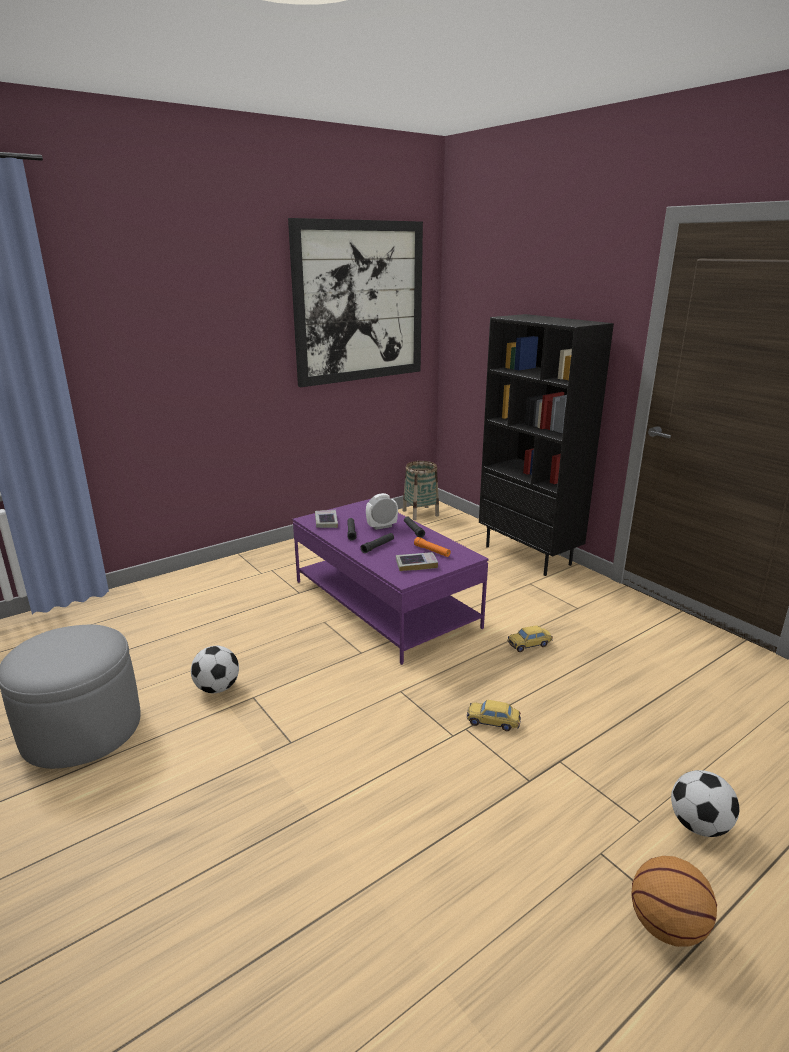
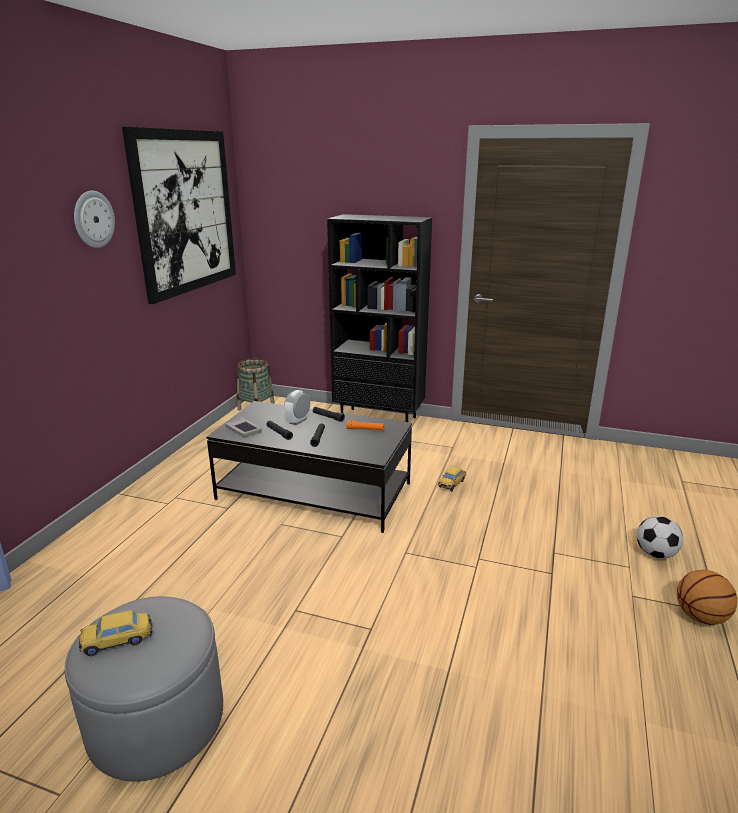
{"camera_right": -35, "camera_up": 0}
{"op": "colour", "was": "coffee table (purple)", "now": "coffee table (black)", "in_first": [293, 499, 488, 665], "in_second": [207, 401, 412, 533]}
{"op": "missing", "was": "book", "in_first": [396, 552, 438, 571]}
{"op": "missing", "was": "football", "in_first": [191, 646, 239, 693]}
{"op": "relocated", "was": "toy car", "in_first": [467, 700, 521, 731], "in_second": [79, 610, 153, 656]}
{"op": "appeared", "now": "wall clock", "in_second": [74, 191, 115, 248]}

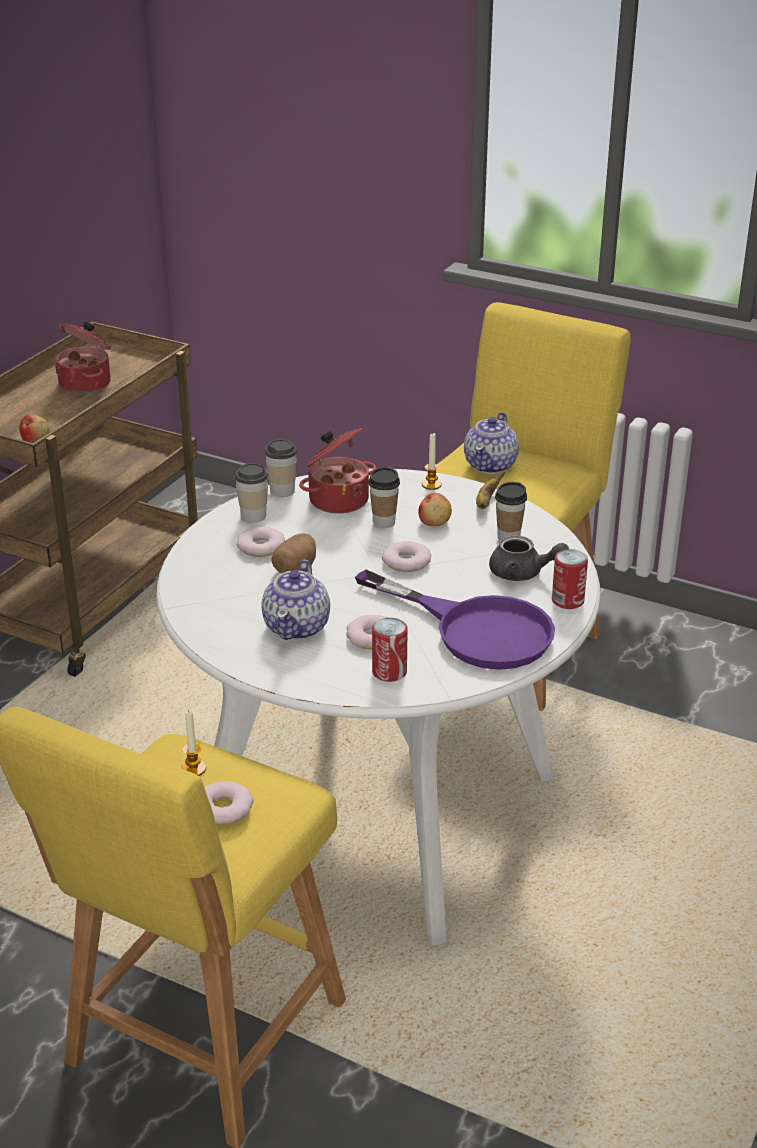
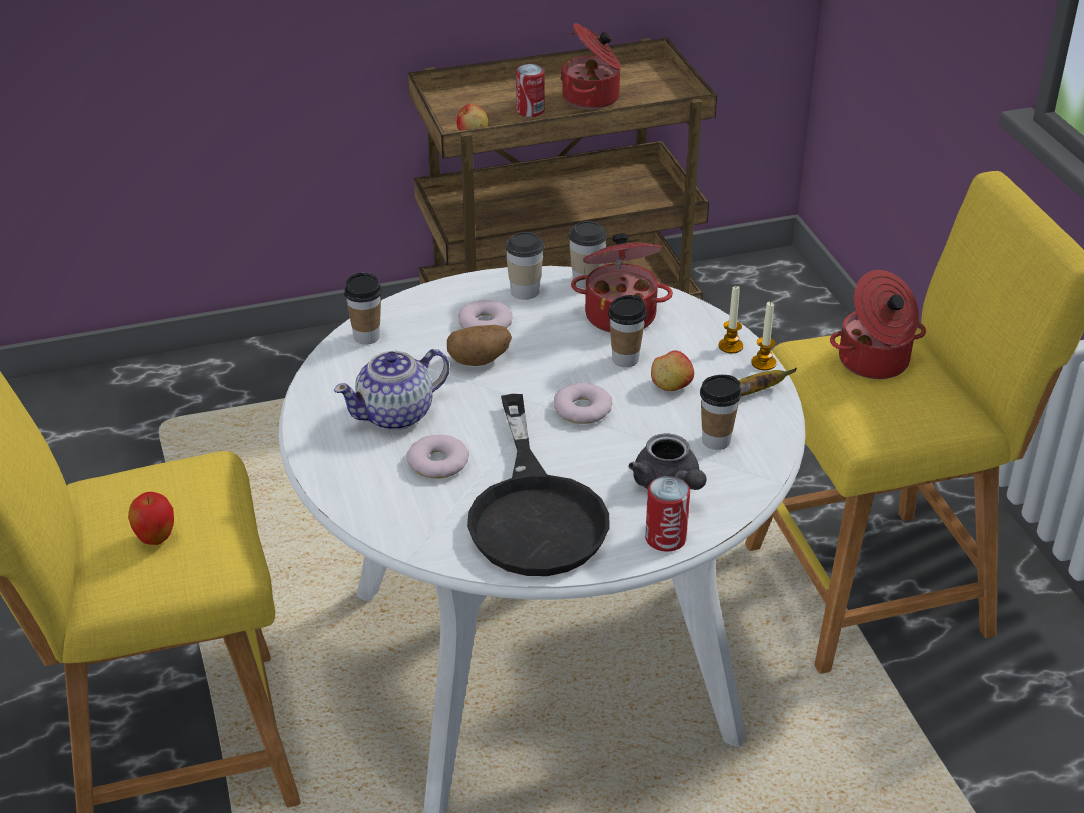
{"camera_right": 45, "camera_up": 5}
{"op": "exchanged", "was": "teapot", "now": "cooking pot", "in_first": [464, 412, 519, 474], "in_second": [830, 270, 926, 379]}
{"op": "colour", "was": "frying pan (purple)", "now": "frying pan (black)", "in_first": [355, 570, 555, 670], "in_second": [467, 394, 610, 576]}
{"op": "relocated", "was": "can", "in_first": [372, 618, 408, 682], "in_second": [516, 64, 545, 117]}
{"op": "relocated", "was": "candle", "in_first": [181, 710, 206, 776], "in_second": [751, 301, 777, 371]}
{"op": "exchanged", "was": "donut", "now": "apple", "in_first": [205, 781, 253, 825], "in_second": [128, 492, 174, 545]}
{"op": "appeared", "now": "cup", "in_second": [344, 273, 382, 345]}

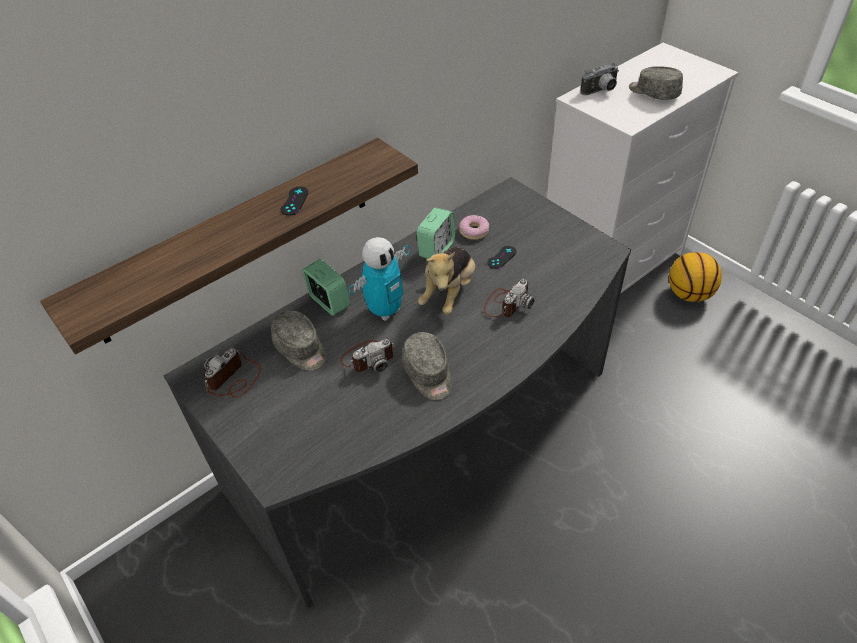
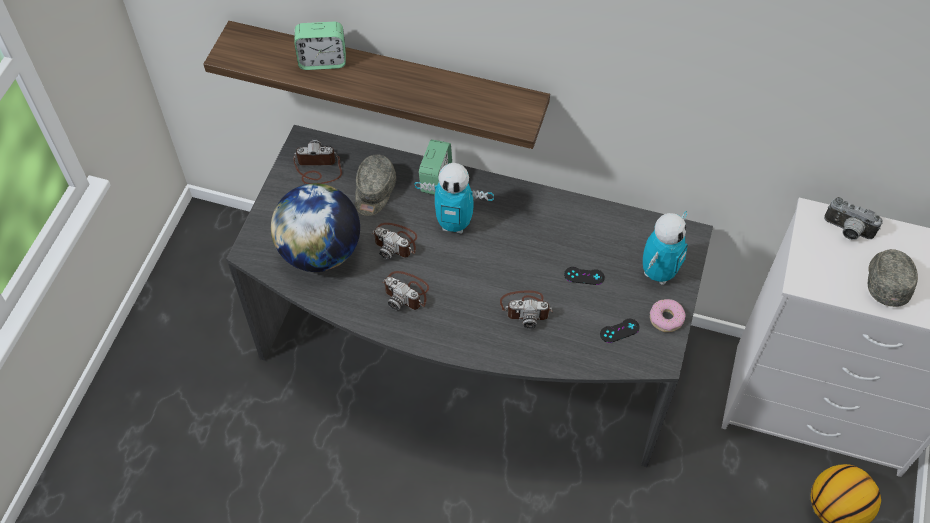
{"camera_right": 55, "camera_up": 10}
{"op": "relocated", "was": "game controller (black)", "in_first": [280, 187, 309, 216], "in_second": [600, 319, 640, 343]}
{"op": "relocated", "was": "alarm clock", "in_first": [417, 208, 455, 259], "in_second": [294, 22, 346, 70]}
{"op": "relocated", "was": "donut", "in_first": [459, 215, 489, 240], "in_second": [650, 299, 686, 332]}
{"op": "missing", "was": "plush toy", "in_first": [418, 247, 475, 314]}
{"op": "exchanged", "was": "cap (grey)", "now": "photo camera", "in_first": [402, 332, 452, 400], "in_second": [382, 271, 429, 310]}
{"op": "appeared", "now": "globe", "in_second": [271, 183, 360, 272]}
{"op": "appeared", "now": "toy robot", "in_second": [643, 211, 688, 285]}

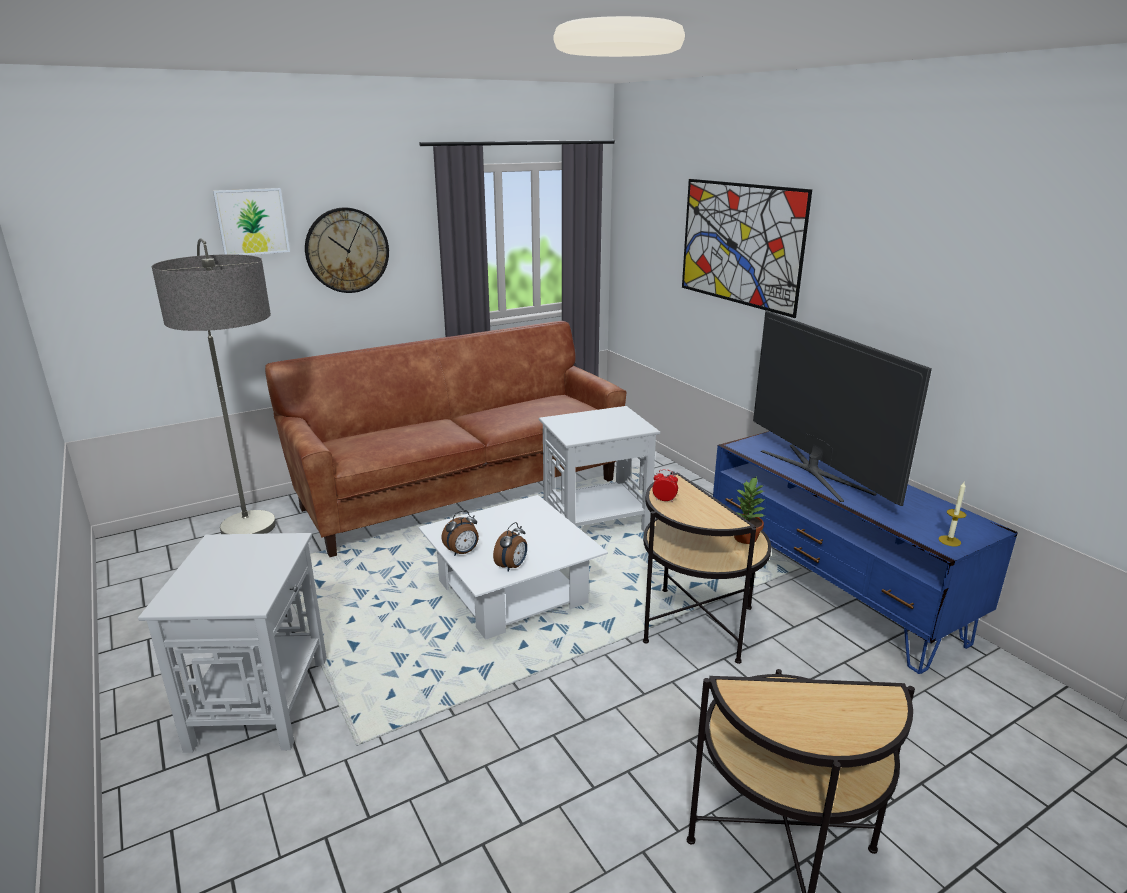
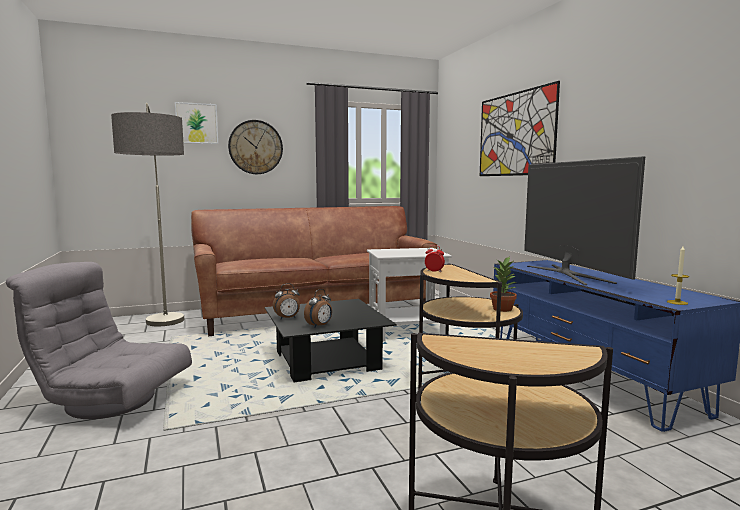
{"camera_right": 10, "camera_up": -15}
{"op": "colour", "was": "coffee table (white)", "now": "coffee table (black)", "in_first": [418, 495, 608, 640], "in_second": [265, 299, 397, 382]}
{"op": "exchanged", "was": "side table (white)", "now": "armchair (grey)", "in_first": [138, 533, 327, 753], "in_second": [6, 262, 192, 419]}

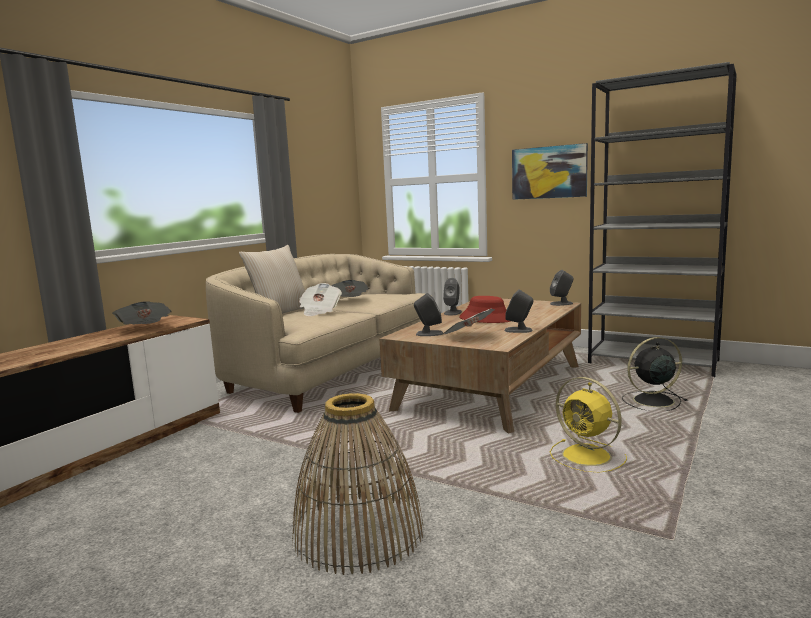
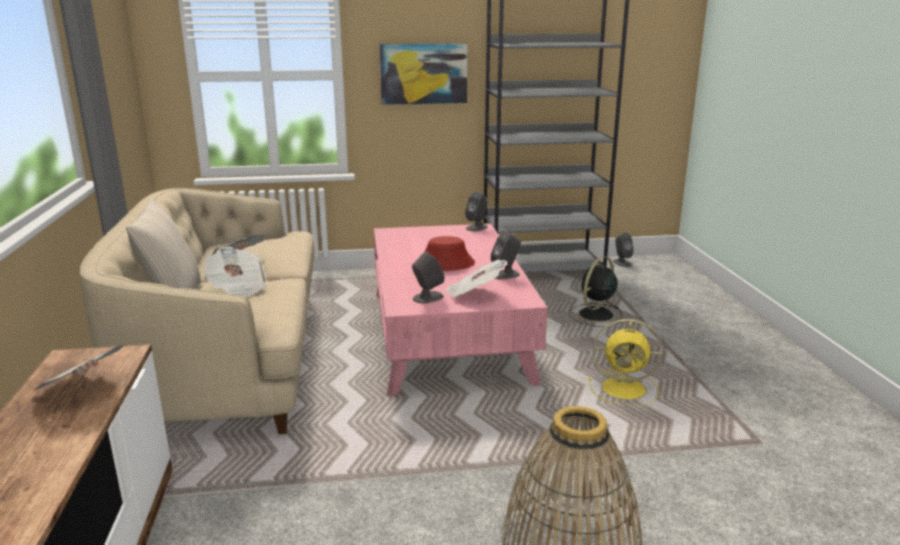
{"camera_right": -40, "camera_up": 10}
{"op": "relocated", "was": "speaker (grey)", "in_first": [443, 278, 462, 315], "in_second": [613, 233, 634, 267]}
{"op": "colour", "was": "coffee table (brown)", "now": "coffee table (pink)", "in_first": [380, 299, 581, 434], "in_second": [374, 224, 548, 397]}

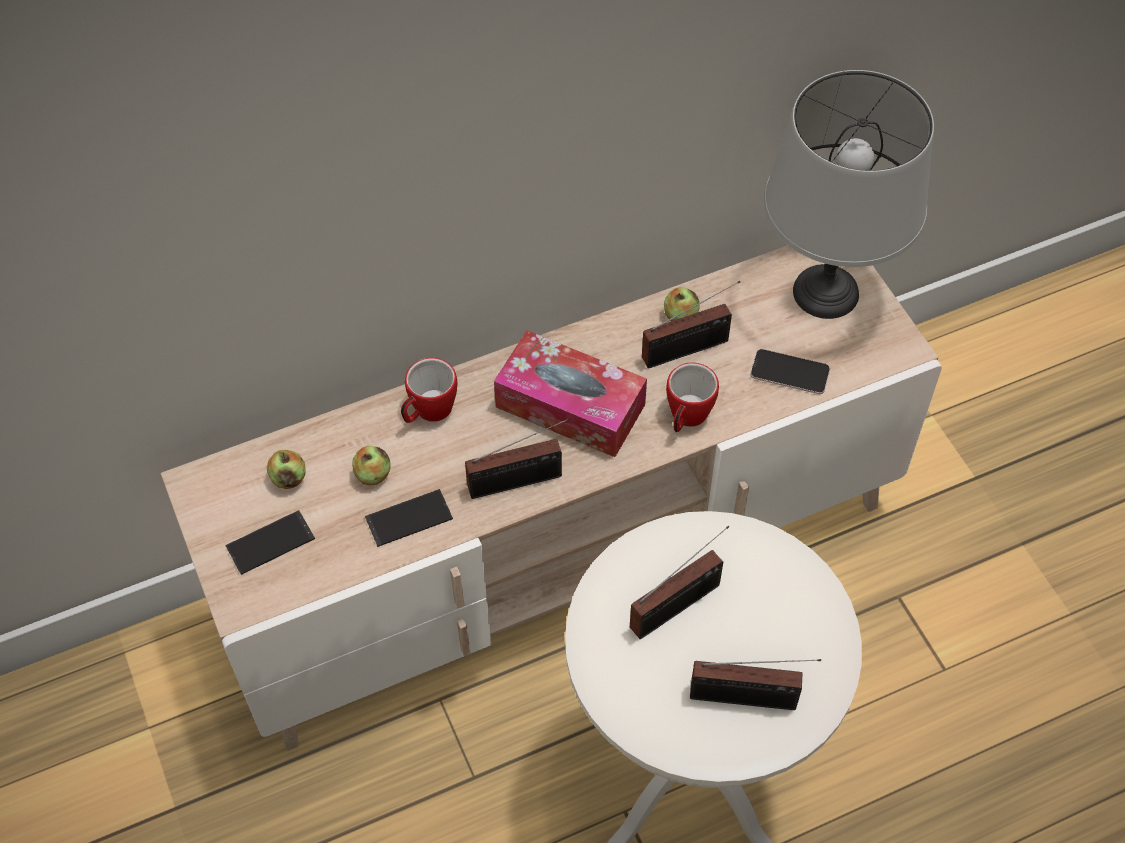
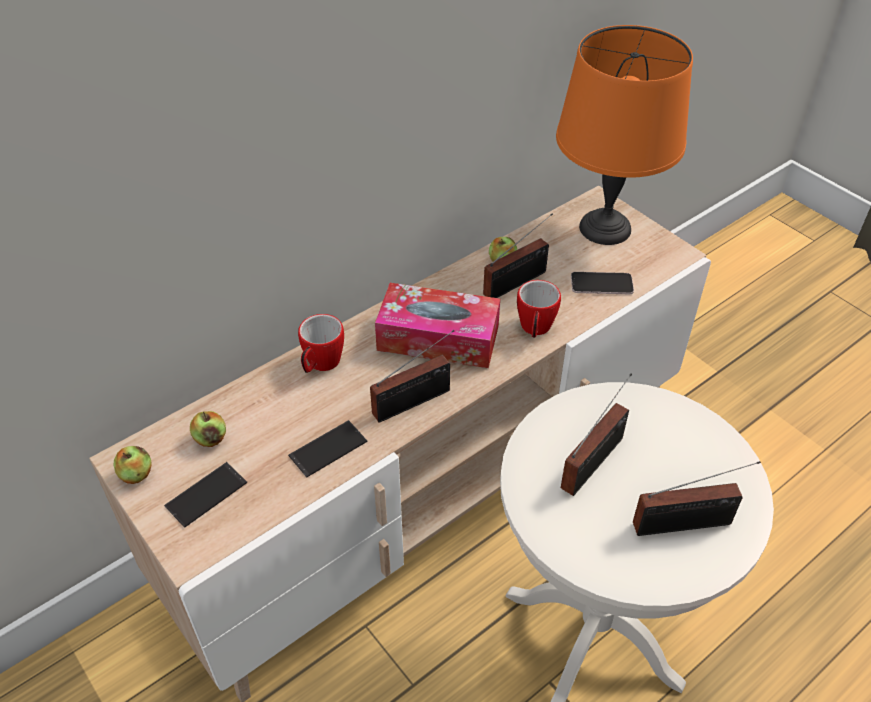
{"camera_right": -15, "camera_up": -10}
{"op": "colour", "was": "table lamp (grey)", "now": "table lamp (orange)", "in_first": [764, 70, 934, 319], "in_second": [556, 25, 693, 245]}
{"op": "relocated", "was": "apple", "in_first": [352, 446, 391, 485], "in_second": [114, 446, 152, 484]}

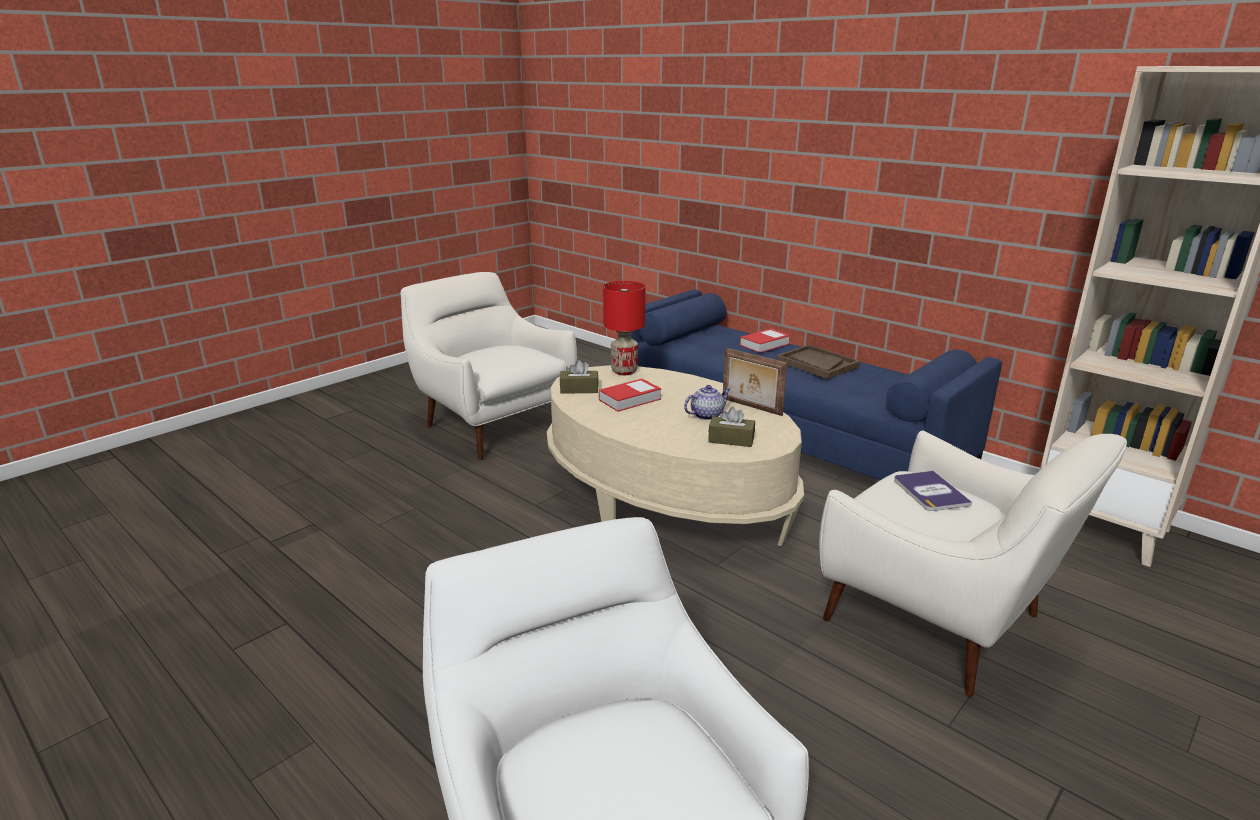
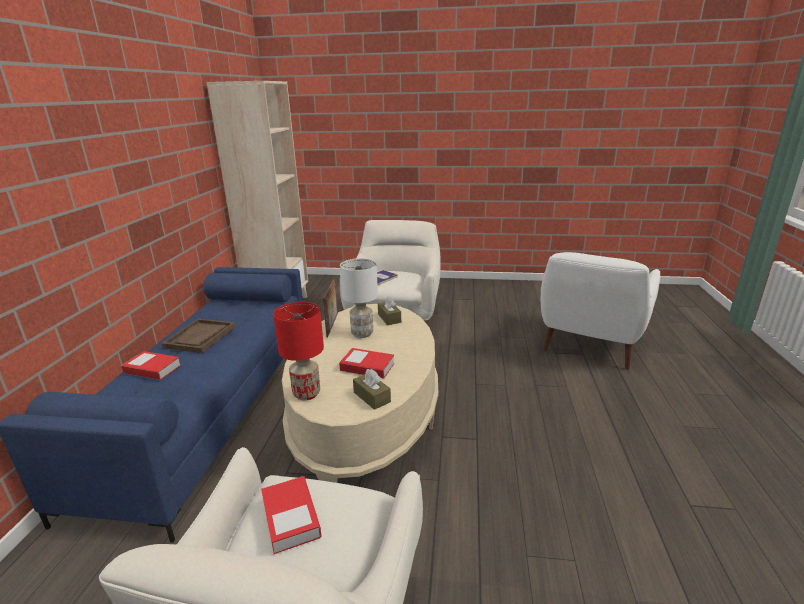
{"camera_right": -125, "camera_up": 0}
{"op": "exchanged", "was": "teapot", "now": "table lamp (white)", "in_first": [684, 385, 731, 420], "in_second": [340, 258, 378, 338]}
{"op": "appeared", "now": "book", "in_second": [261, 476, 322, 554]}

